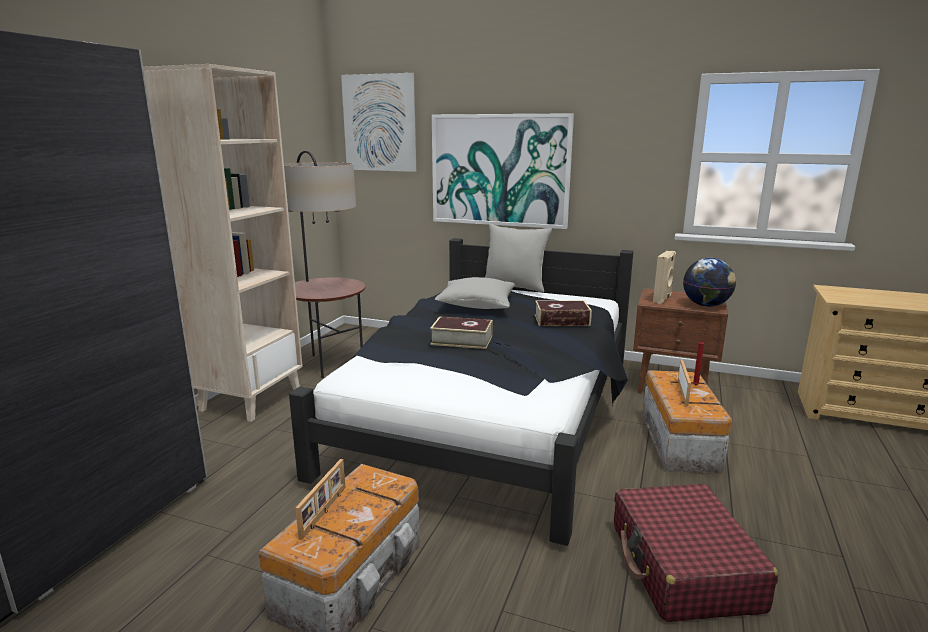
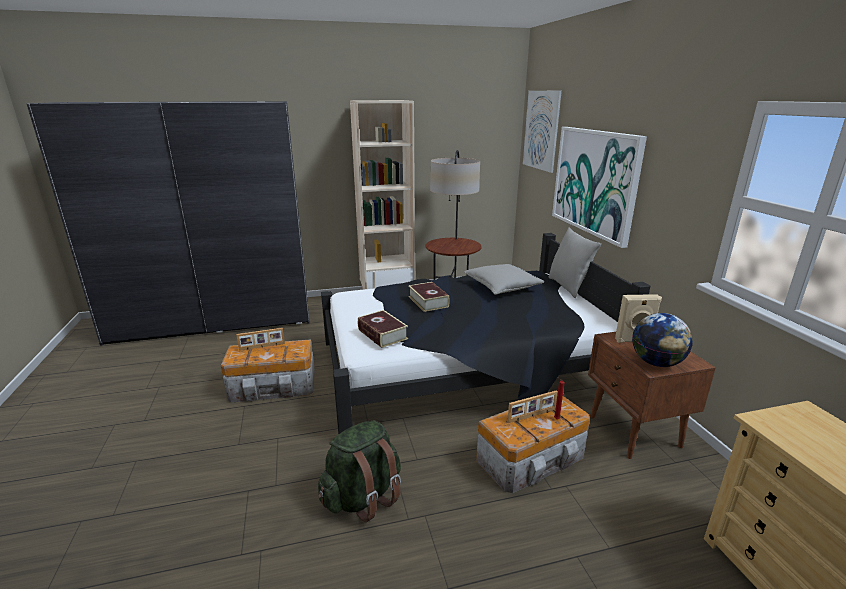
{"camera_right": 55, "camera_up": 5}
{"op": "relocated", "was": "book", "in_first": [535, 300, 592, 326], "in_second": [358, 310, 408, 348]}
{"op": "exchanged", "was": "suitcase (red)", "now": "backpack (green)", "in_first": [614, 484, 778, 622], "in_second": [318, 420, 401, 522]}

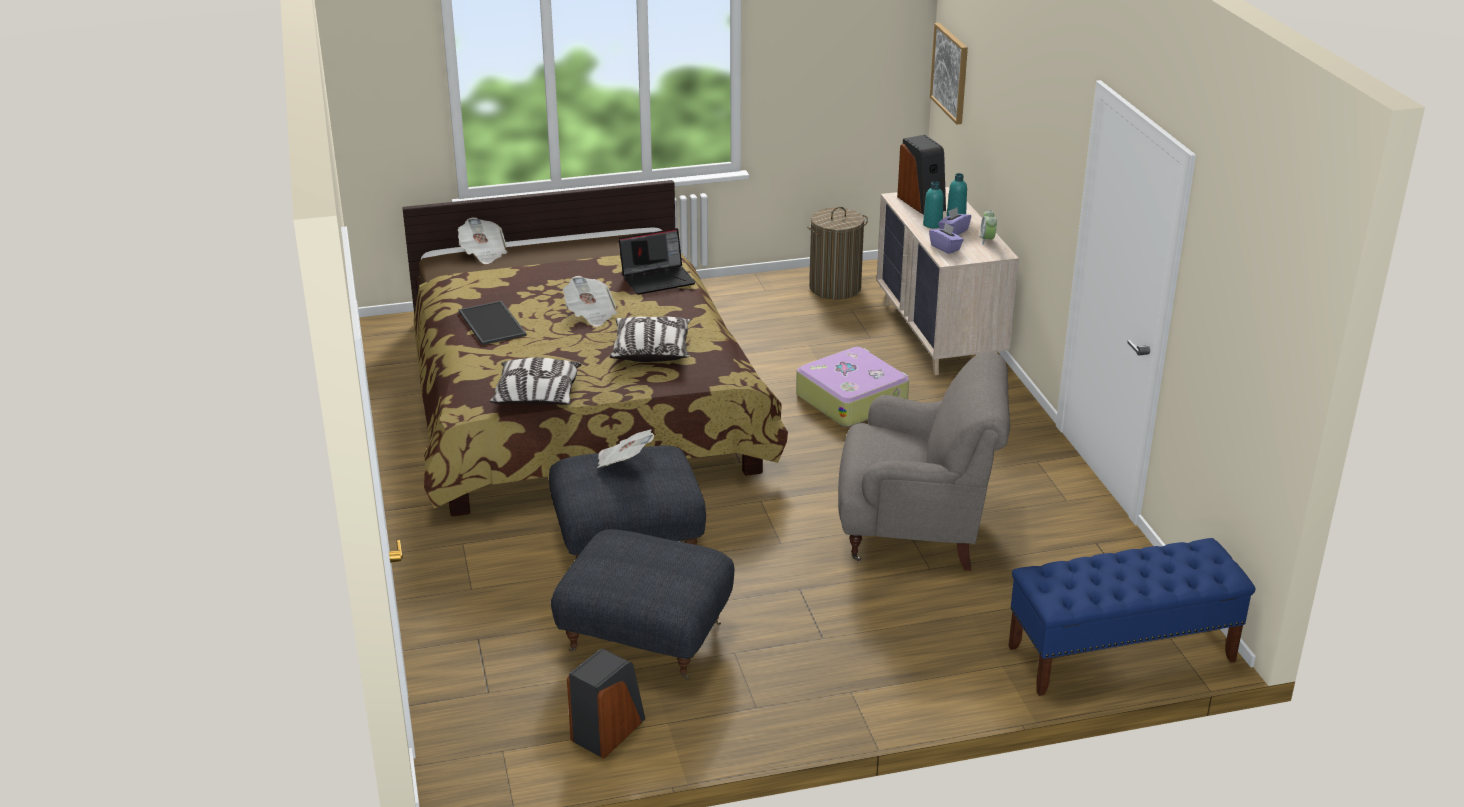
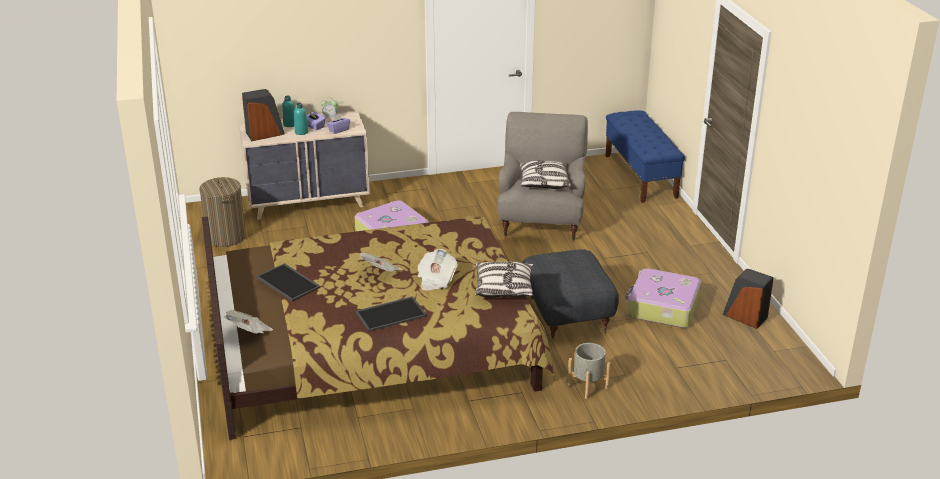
{"camera_right": -90, "camera_up": 0}
{"op": "missing", "was": "picture", "in_first": [930, 23, 968, 125]}
{"op": "missing", "was": "laptop", "in_first": [619, 228, 696, 295]}
{"op": "relocated", "was": "pillow", "in_first": [609, 316, 691, 362], "in_second": [519, 160, 571, 189]}
{"op": "relocated", "was": "newspaper", "in_first": [597, 429, 654, 468], "in_second": [417, 249, 458, 291]}
{"op": "exchanged", "was": "ottoman (grey)", "now": "suitcase", "in_first": [551, 529, 734, 680], "in_second": [625, 268, 701, 328]}
{"op": "appeared", "now": "tray", "in_second": [256, 263, 321, 301]}
{"op": "appeared", "now": "planter (grey)", "in_second": [568, 343, 611, 399]}

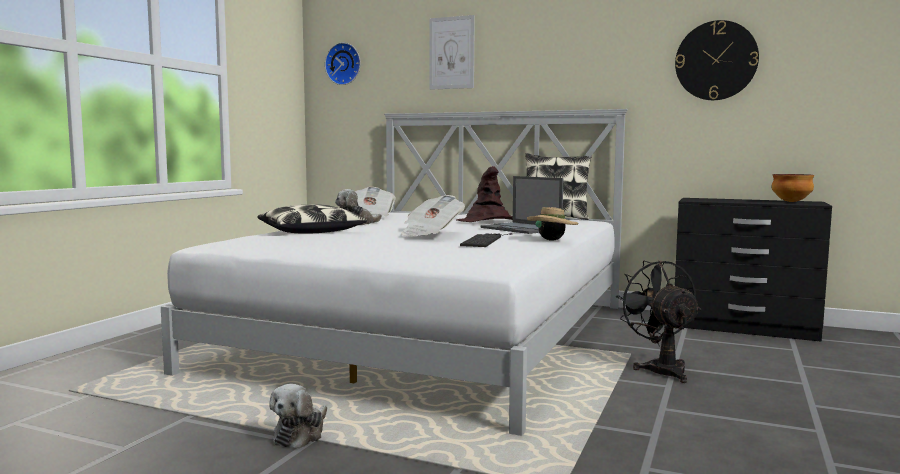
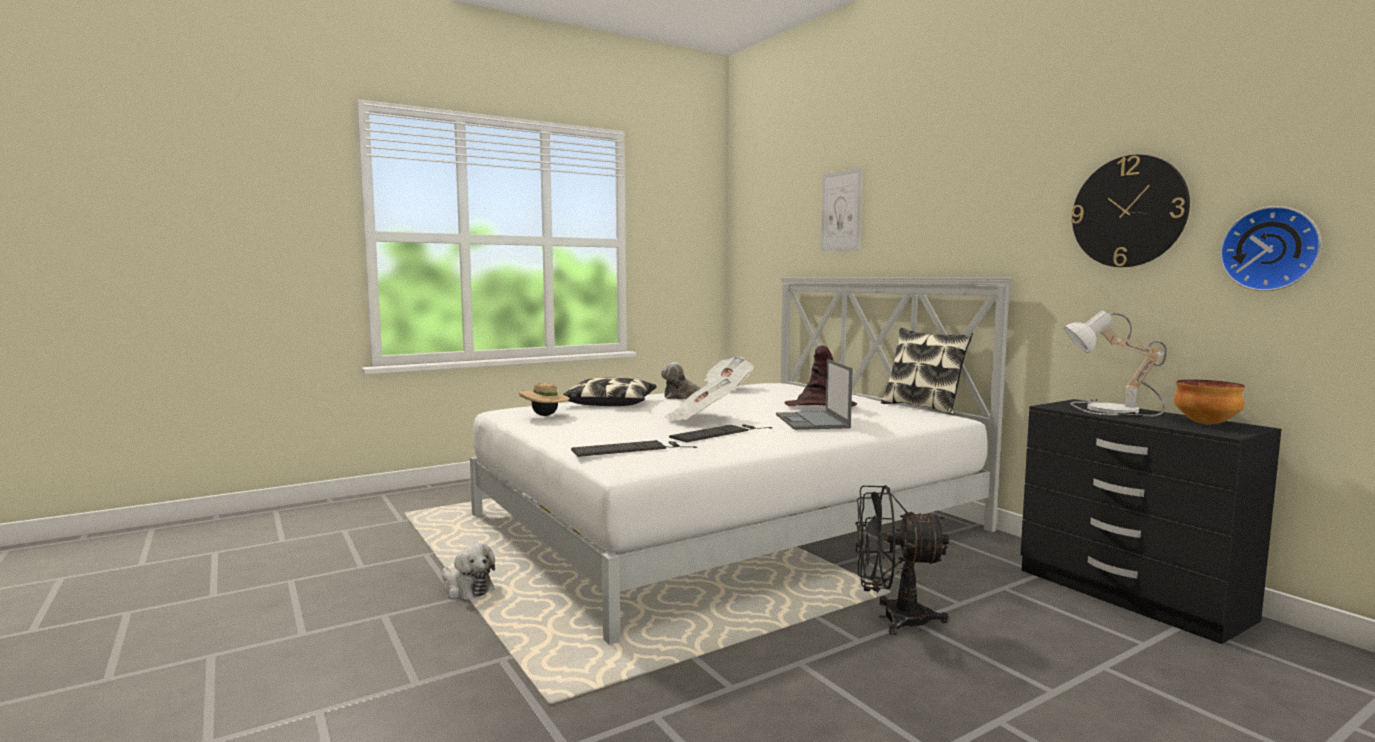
{"camera_right": 35, "camera_up": 0}
{"op": "relocated", "was": "wall clock", "in_first": [325, 43, 361, 85], "in_second": [1220, 206, 1322, 291]}
{"op": "relocated", "was": "hat (beige)", "in_first": [527, 207, 578, 241], "in_second": [519, 383, 570, 416]}
{"op": "spun", "was": "fan (black)", "in_first": [616, 261, 701, 383], "in_second": [855, 485, 949, 635], "clockwise": -105}
{"op": "spun", "was": "plush toy", "in_first": [269, 384, 327, 449], "in_second": [442, 543, 495, 600], "clockwise": -105}
{"op": "appeared", "now": "table lamp", "in_second": [1064, 310, 1167, 417]}
{"op": "appeared", "now": "keyboard", "in_second": [571, 440, 697, 457]}

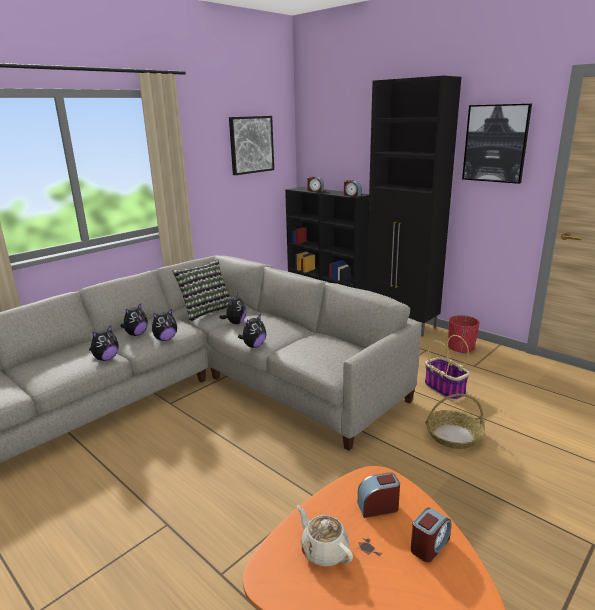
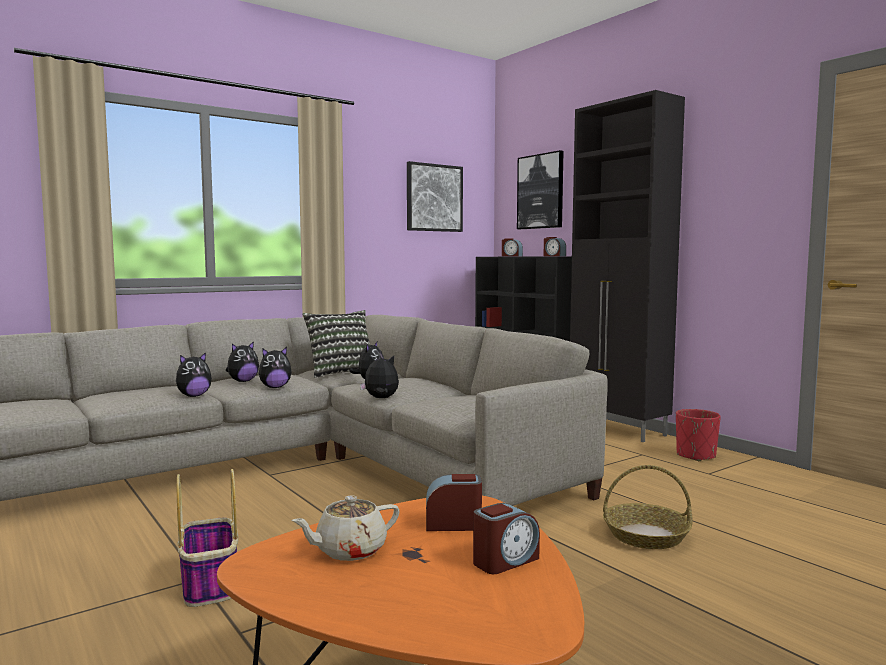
{"camera_right": 10, "camera_up": -15}
{"op": "relocated", "was": "picture", "in_first": [462, 104, 532, 184], "in_second": [517, 150, 564, 229]}
{"op": "spun", "was": "plush toy", "in_first": [238, 314, 266, 348], "in_second": [360, 355, 399, 398], "clockwise": -135}
{"op": "relocated", "was": "basket", "in_first": [425, 335, 469, 401], "in_second": [177, 469, 238, 607]}
{"op": "spun", "was": "teapot (beige)", "in_first": [297, 505, 353, 567], "in_second": [291, 496, 400, 561], "clockwise": -90}

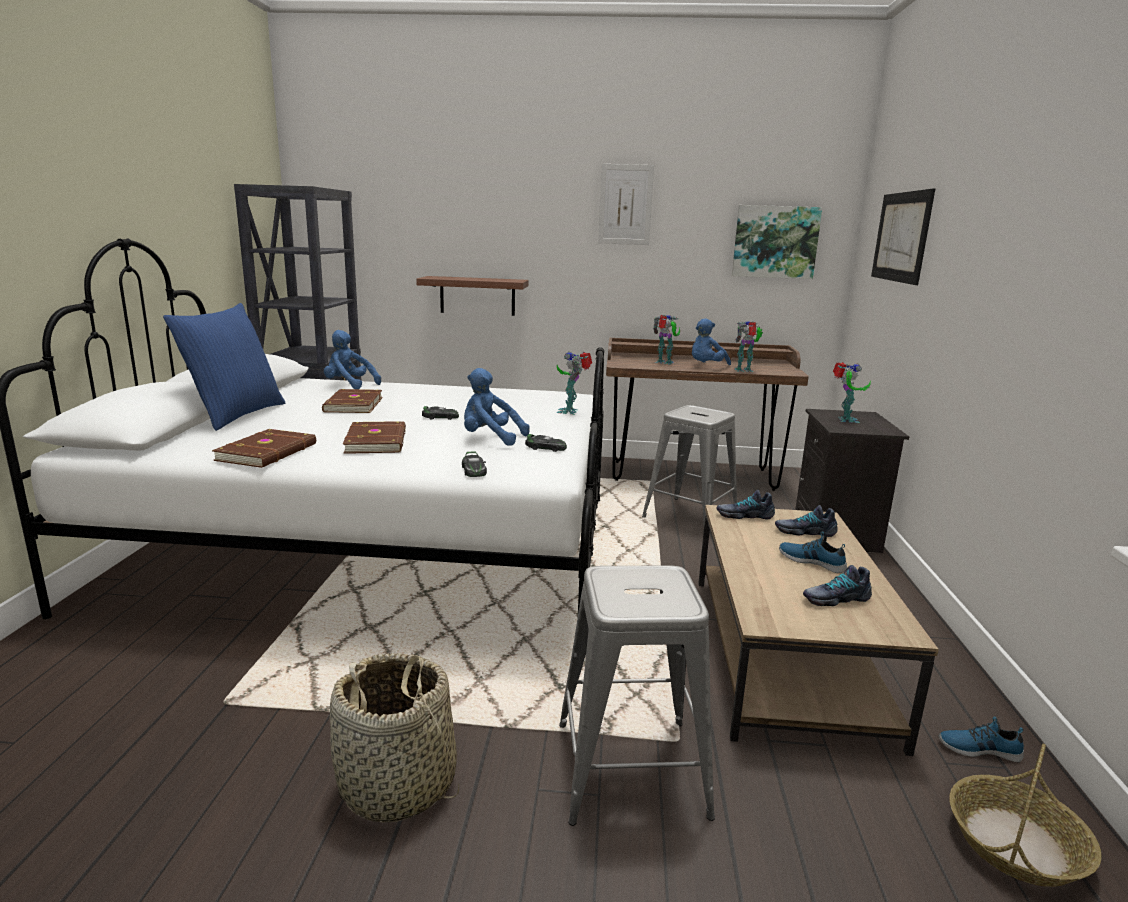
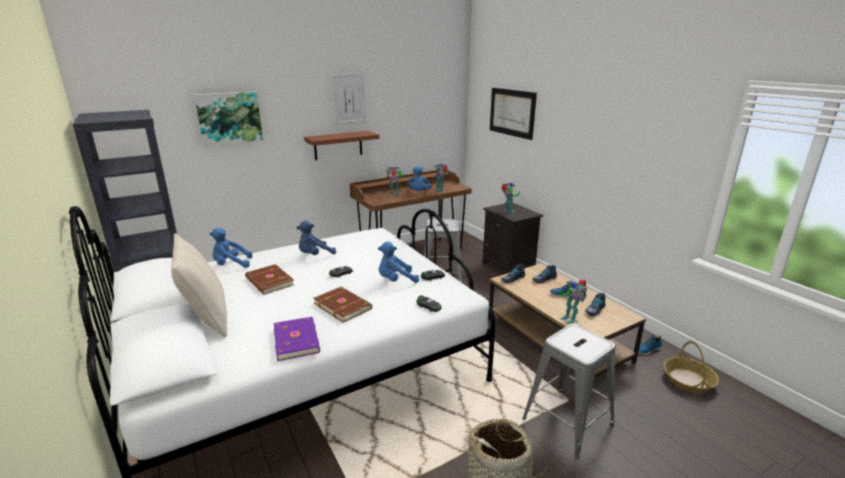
{"camera_right": -35, "camera_up": 5}
{"op": "relocated", "was": "picture", "in_first": [732, 205, 822, 279], "in_second": [194, 92, 263, 147]}
{"op": "relocated", "was": "shelf (brown)", "in_first": [416, 276, 529, 316], "in_second": [304, 131, 380, 160]}
{"op": "colour", "was": "pillow (blue)", "now": "pillow (beige)", "in_first": [163, 303, 285, 431], "in_second": [171, 233, 227, 338]}
{"op": "relocated", "was": "toy robot", "in_first": [556, 352, 592, 415], "in_second": [560, 279, 587, 324]}
{"op": "colour", "was": "book (brown)", "now": "book (purple)", "in_first": [212, 429, 316, 468], "in_second": [274, 317, 320, 361]}
{"op": "appeared", "now": "plush toy (blue)", "in_second": [297, 221, 336, 255]}

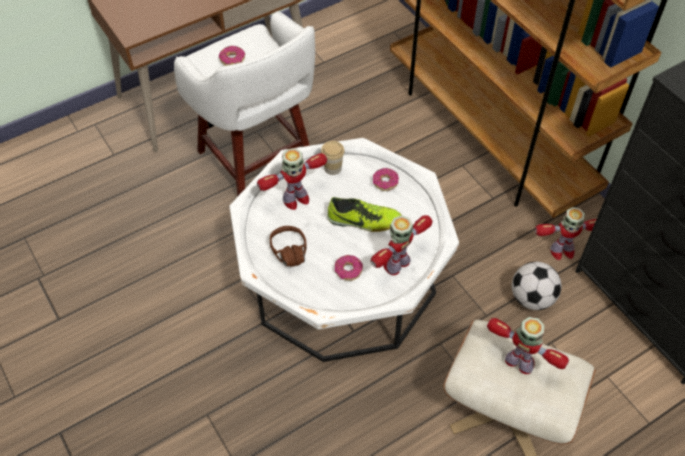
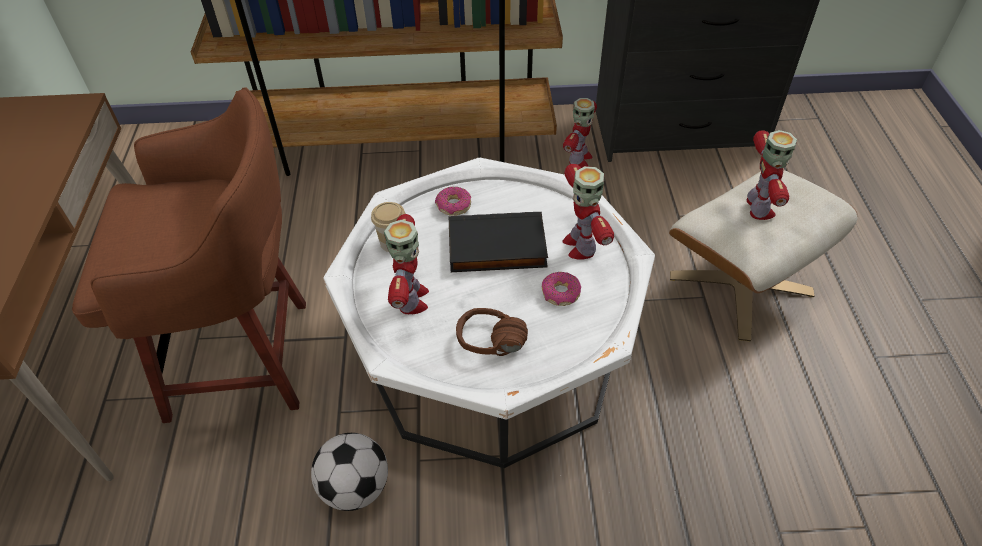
{"camera_right": -60, "camera_up": -5}
{"op": "colour", "was": "stool (white)", "now": "stool (brown)", "in_first": [174, 11, 315, 196], "in_second": [72, 88, 306, 423]}
{"op": "missing", "was": "donut", "in_first": [219, 46, 245, 66]}
{"op": "exchanged", "was": "shoe", "now": "book (black)", "in_first": [328, 197, 402, 232], "in_second": [449, 212, 548, 272]}
{"op": "relocated", "was": "football", "in_first": [512, 262, 562, 310], "in_second": [311, 433, 388, 511]}
{"op": "spun", "was": "toy robot", "in_first": [487, 317, 569, 374], "in_second": [747, 130, 797, 220], "clockwise": 120}

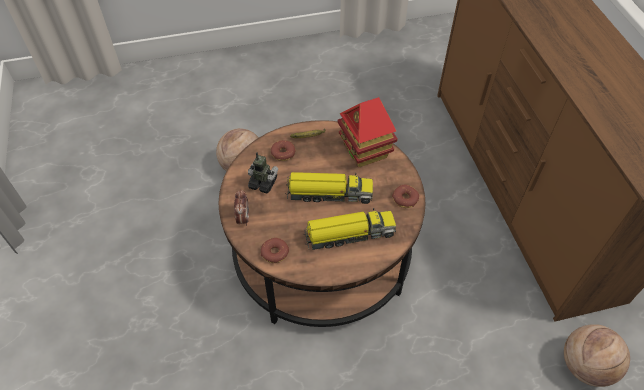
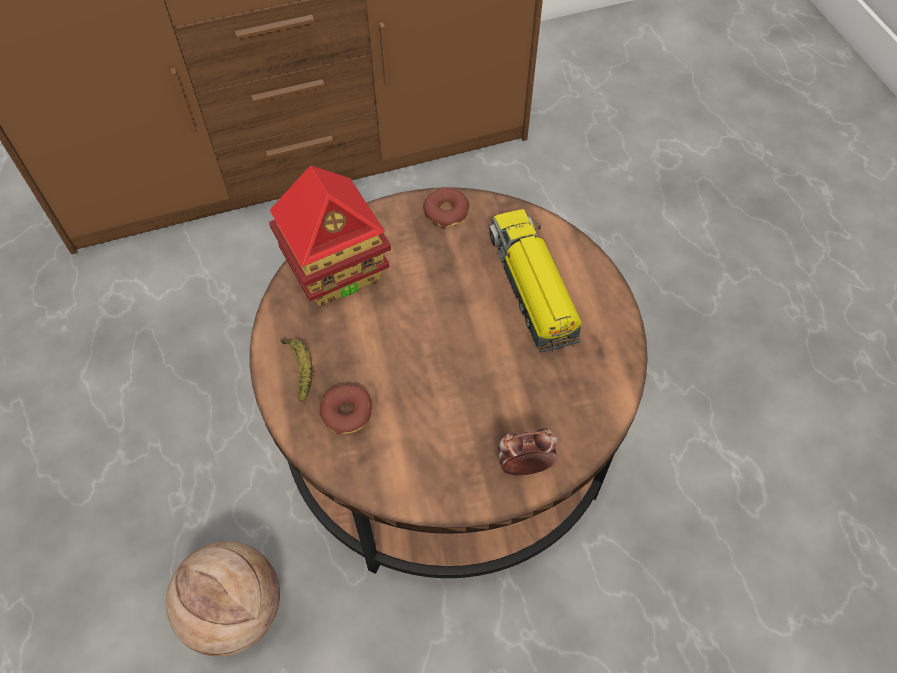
{"camera_right": -95, "camera_up": 5}
{"op": "missing", "was": "toy robot", "in_first": [248, 152, 278, 193]}
{"op": "missing", "was": "toy truck", "in_first": [285, 172, 373, 204]}
{"op": "missing", "was": "donut", "in_first": [261, 238, 289, 263]}
{"op": "missing", "was": "basketball", "in_first": [564, 324, 630, 387]}

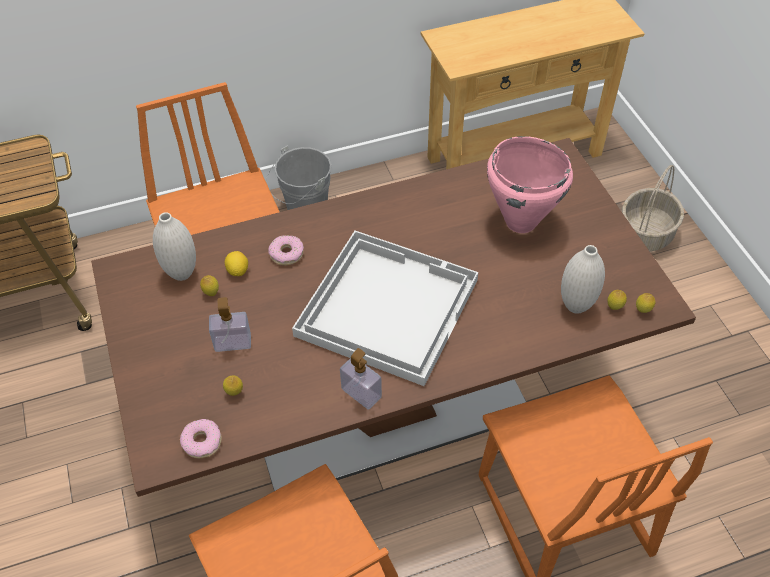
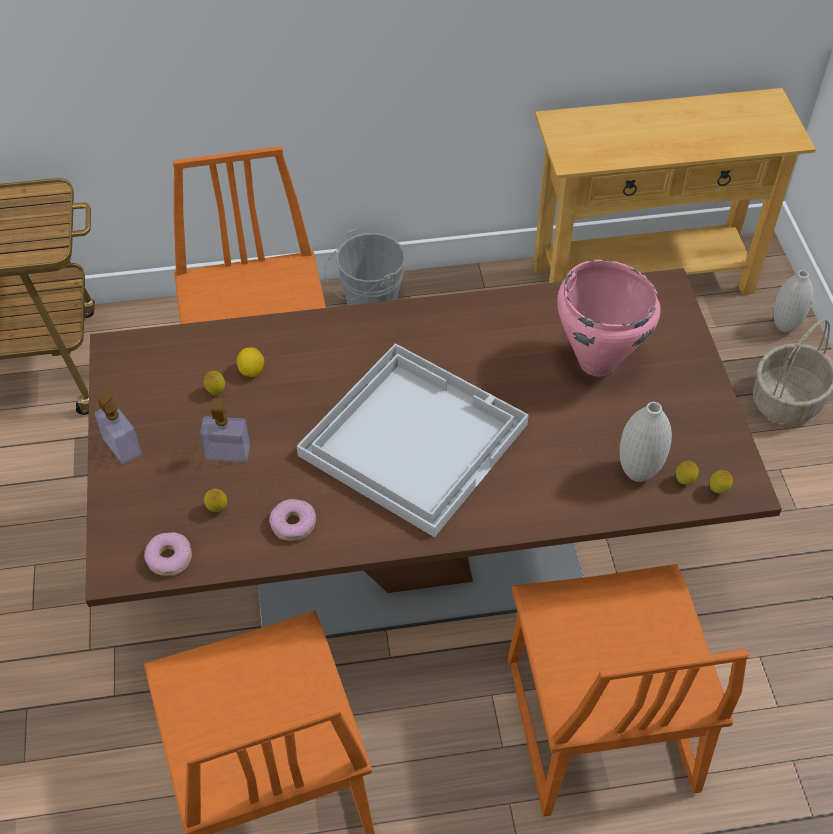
{"camera_right": 10, "camera_up": 0}
{"op": "relocated", "was": "vase (white)", "in_first": [153, 212, 196, 281], "in_second": [773, 270, 813, 332]}
{"op": "relocated", "was": "donut", "in_first": [269, 235, 304, 265], "in_second": [269, 499, 316, 541]}
{"op": "relocated", "was": "soap dispenser", "in_first": [340, 348, 382, 410], "in_second": [95, 391, 142, 464]}

